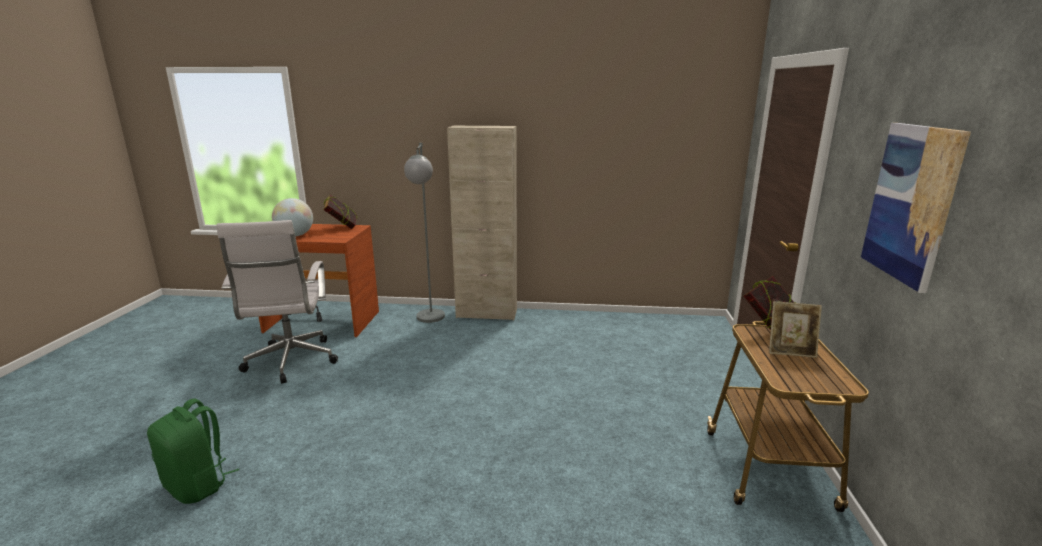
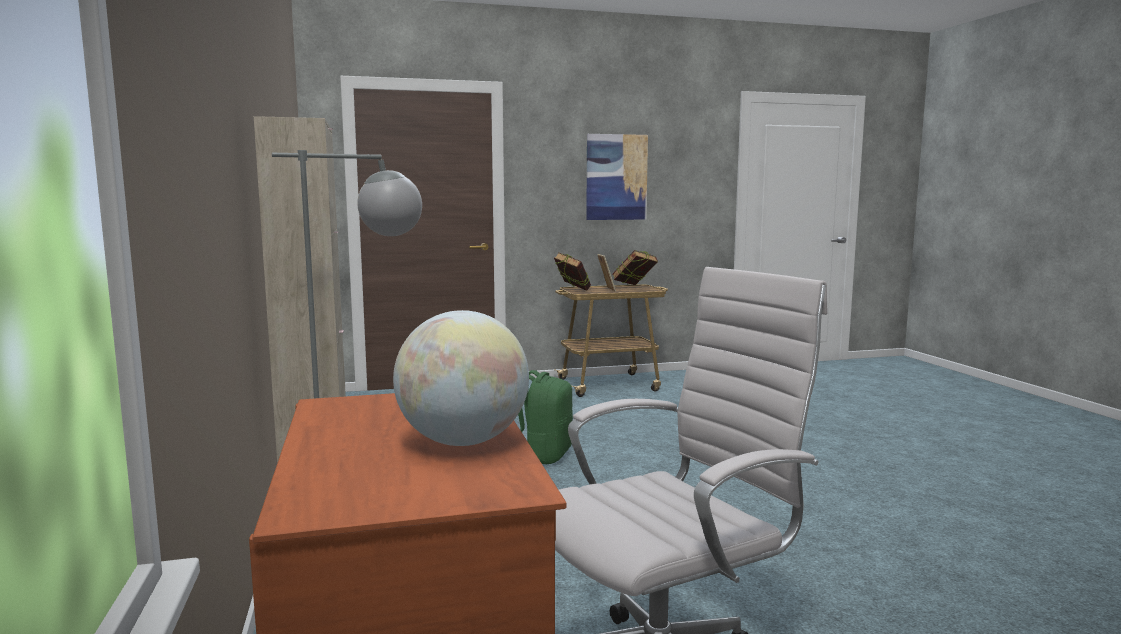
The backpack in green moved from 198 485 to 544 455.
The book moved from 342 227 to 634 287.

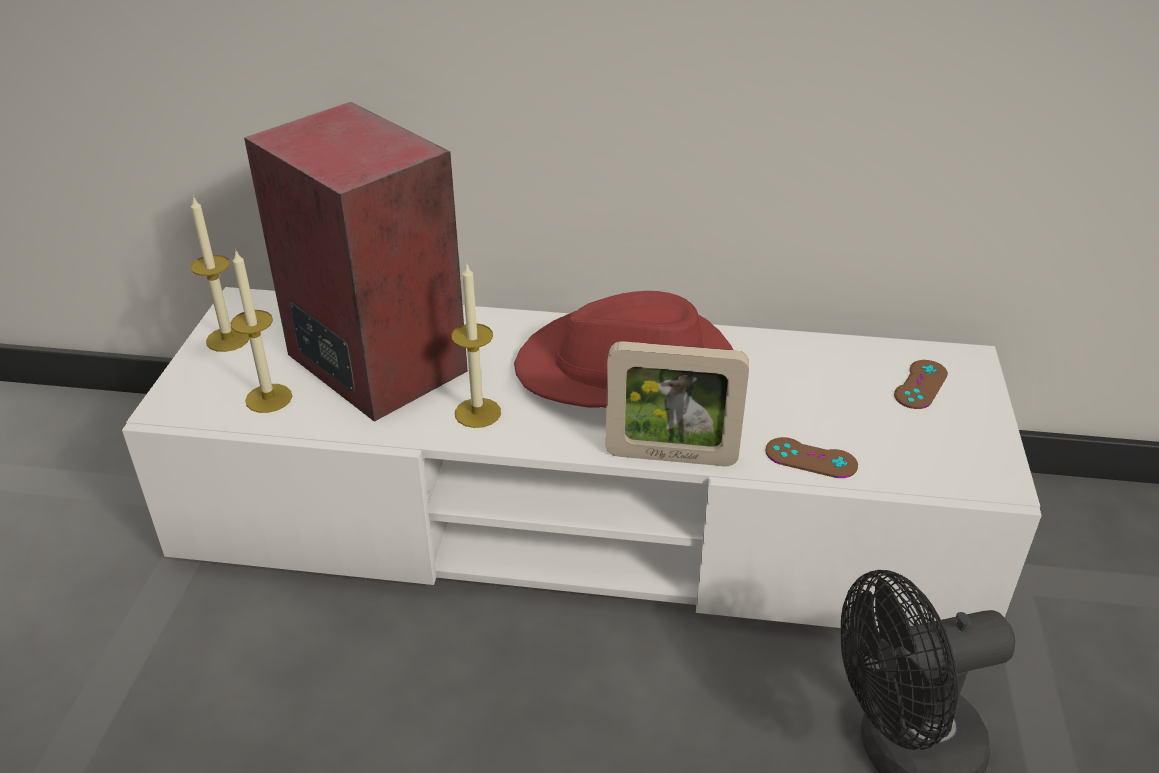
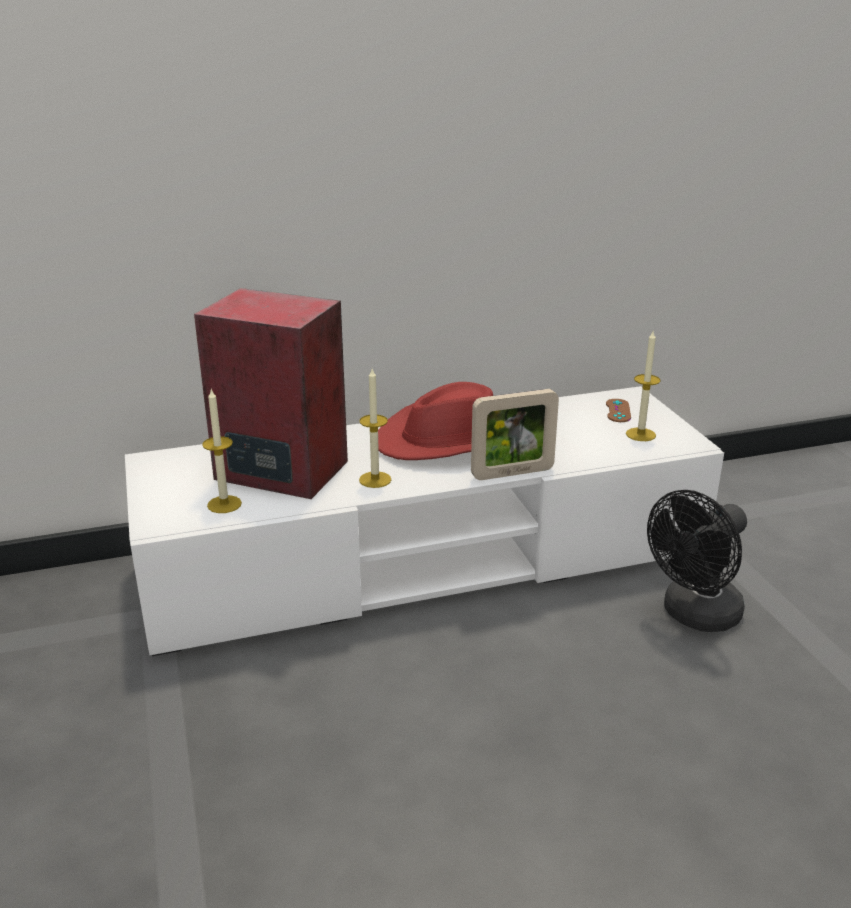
The candle moved from 228 339 to 640 434.
The game controller in brown at 811 458 disappeared.

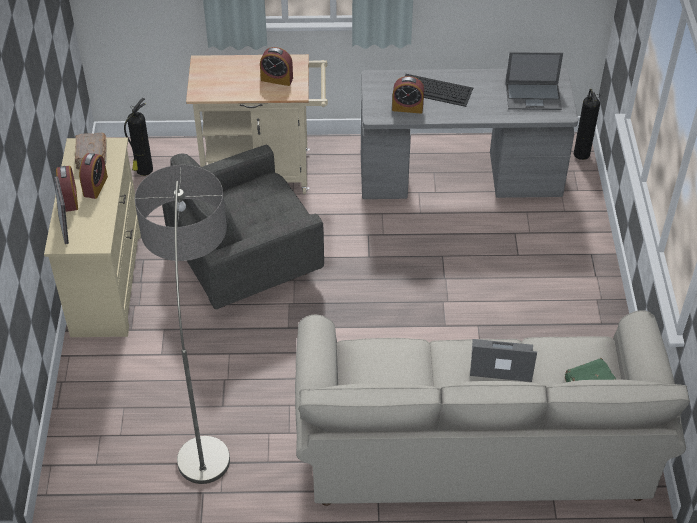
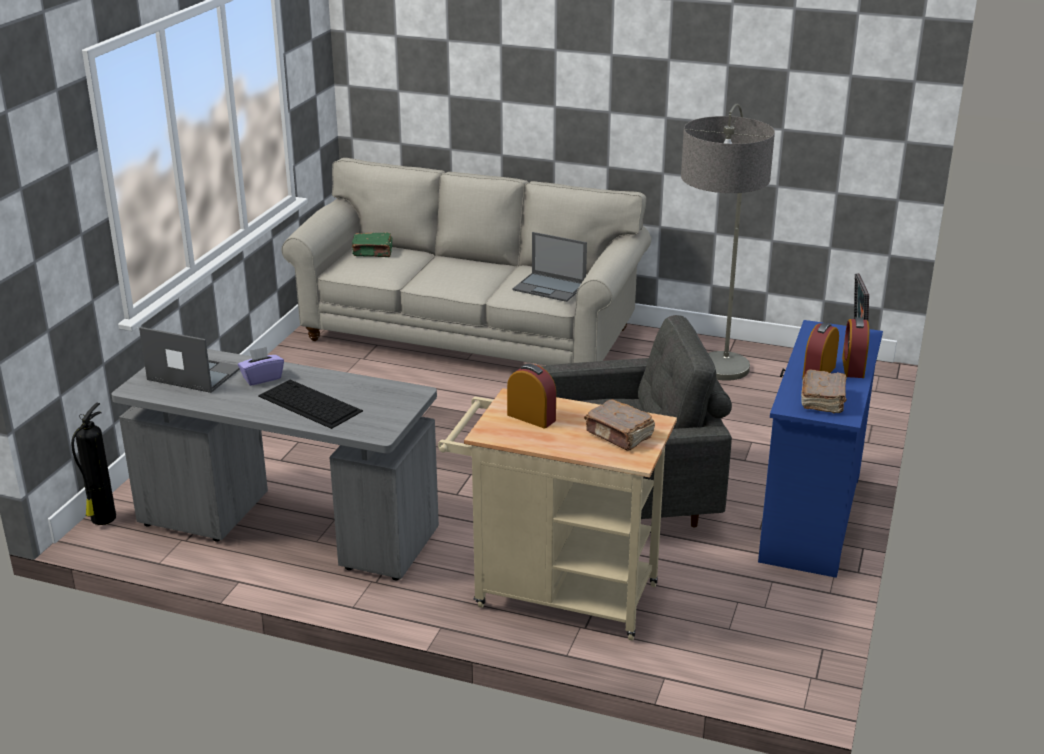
The tissue box in purple at 262 378 appeared.
The laptop moved from 500 361 to 550 287.
The book in brown at 619 435 appeared.
The dresser in beige at 107 280 became the dresser in blue at 810 516.
The fire extinguisher at 143 170 disappeared.
The alarm clock at 407 108 disappeared.

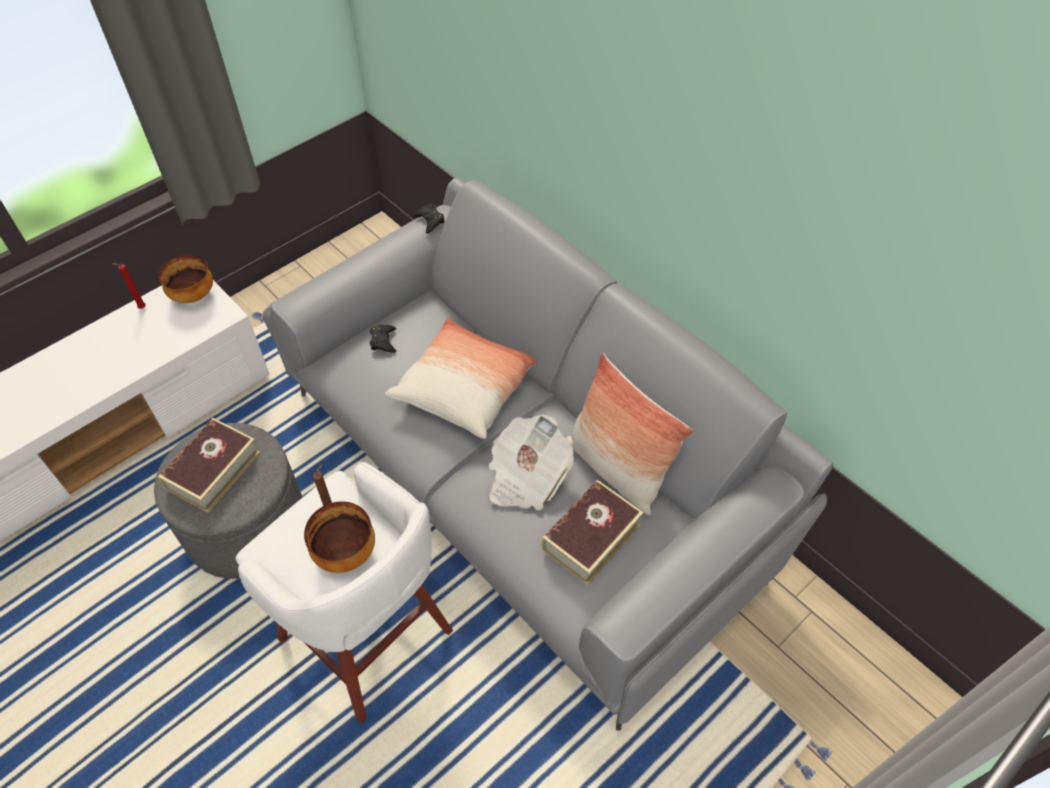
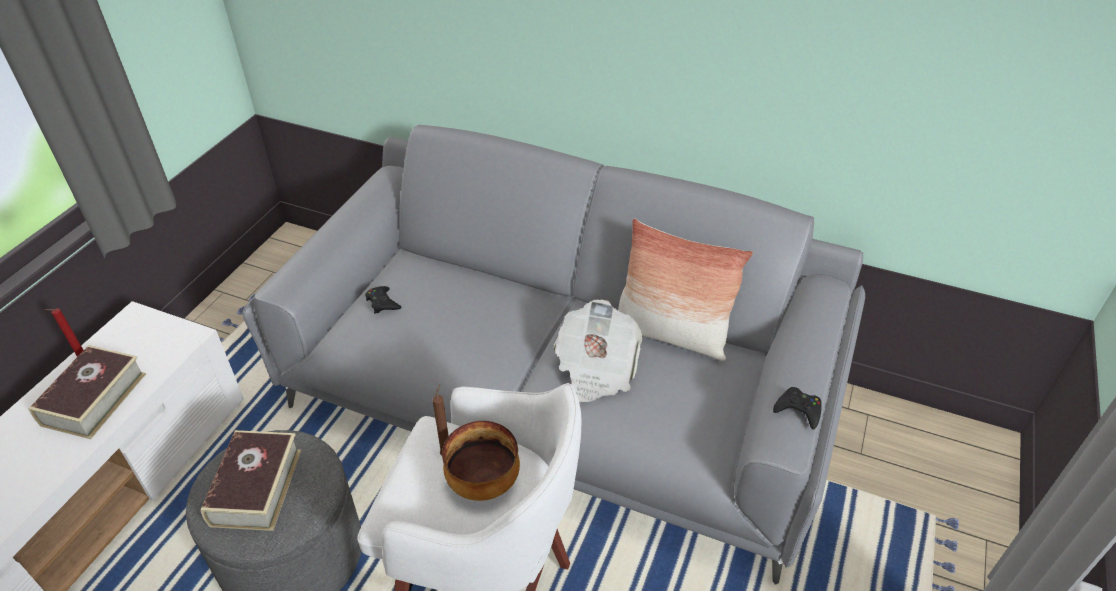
The book moved from 591 537 to 94 399.
The game controller in black moved from 429 221 to 798 410.
The bowl at 194 295 disappeared.
The pillow at 464 389 disappeared.

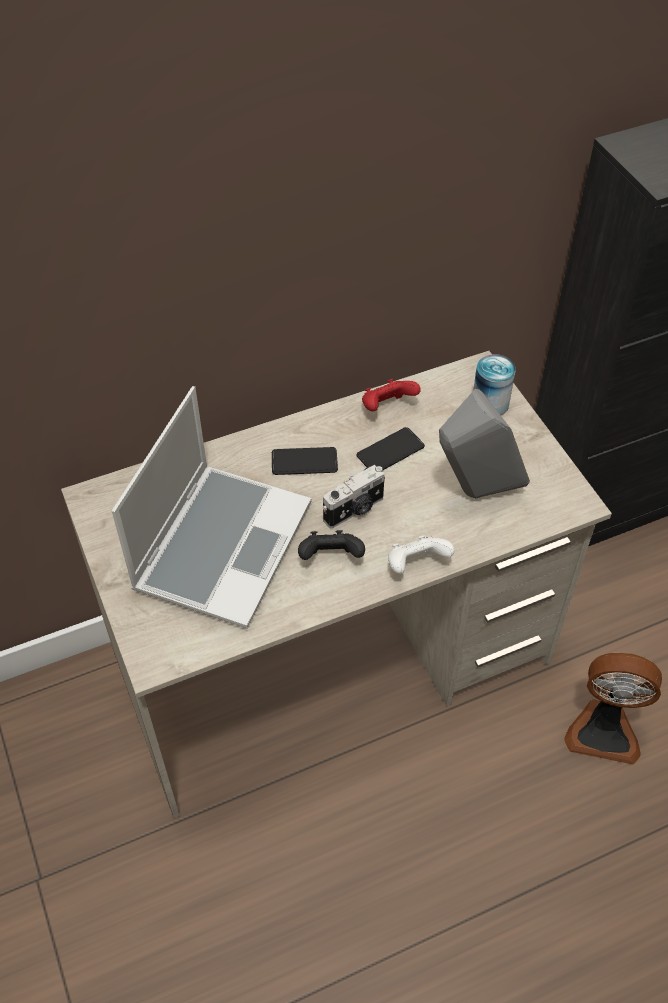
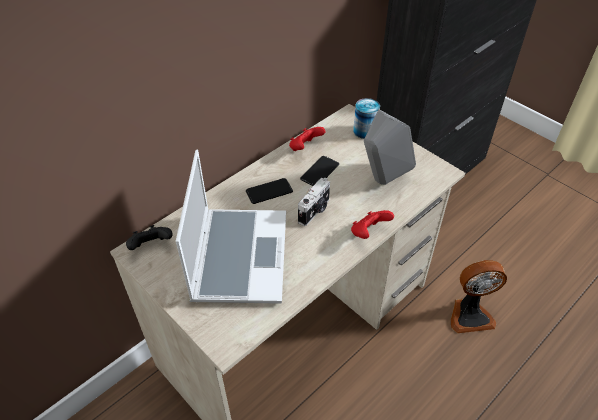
The game controller in black moved from 331 557 to 151 246.
The game controller in white at 416 565 became the game controller in red at 369 233.

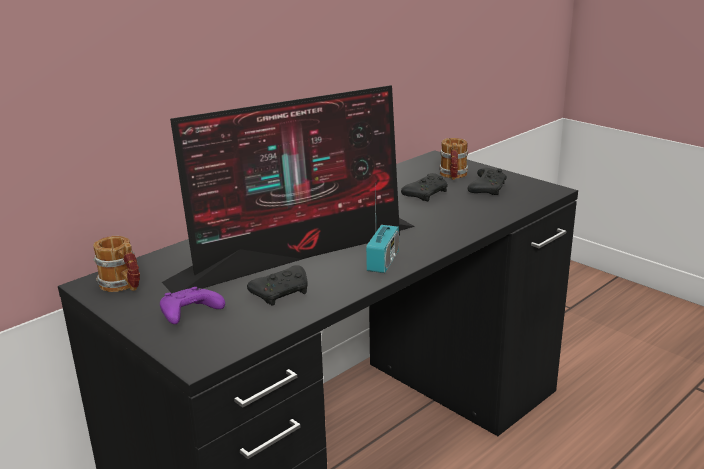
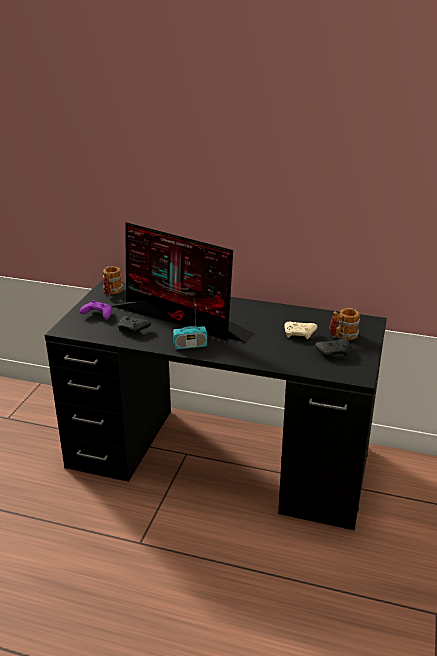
The game controller in black at 426 194 became the game controller in beige at 299 334.

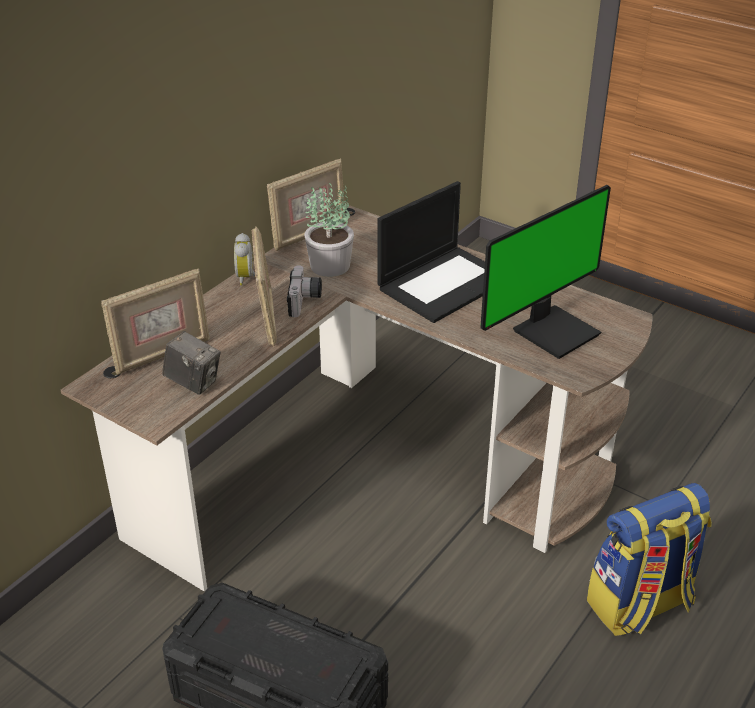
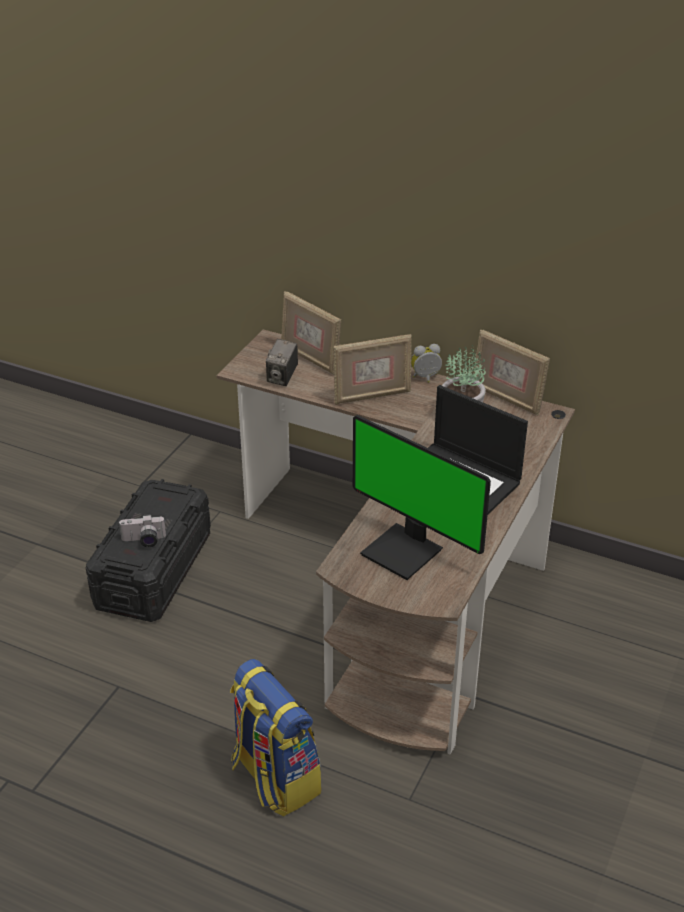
The photo camera moved from 305 302 to 143 541.

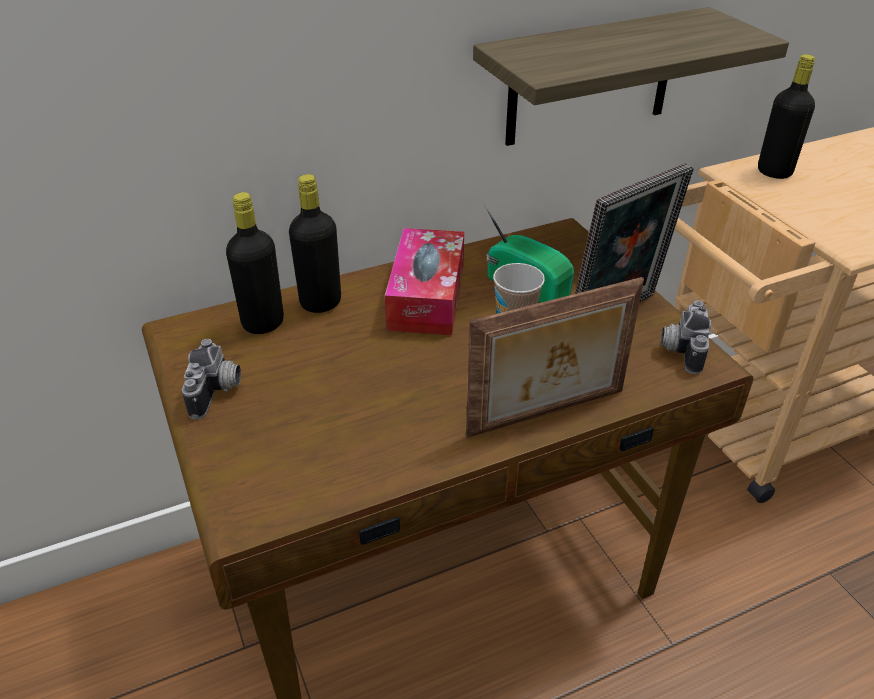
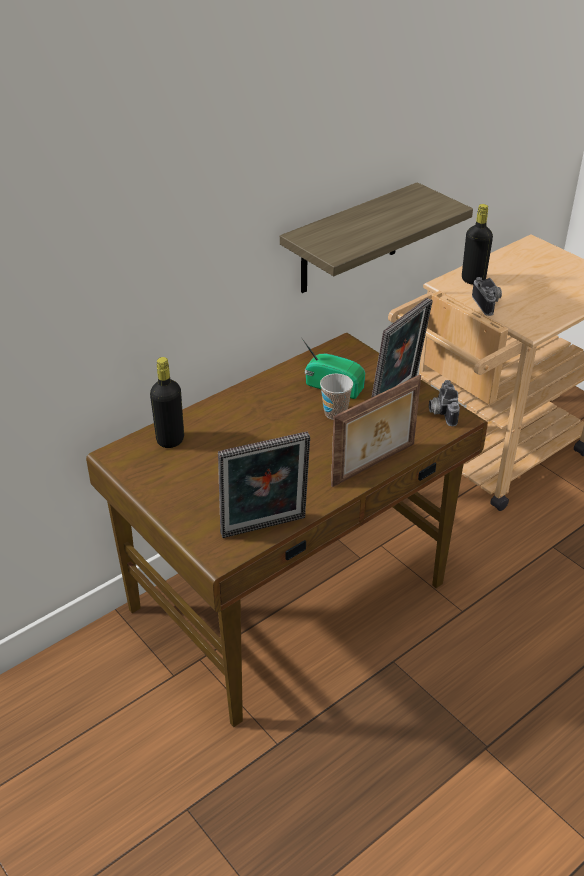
The picture frame at 264 529 appeared.
The photo camera moved from 217 392 to 488 304.
The bottle in black at 320 303 disappeared.
The tissue box at 427 296 disappeared.

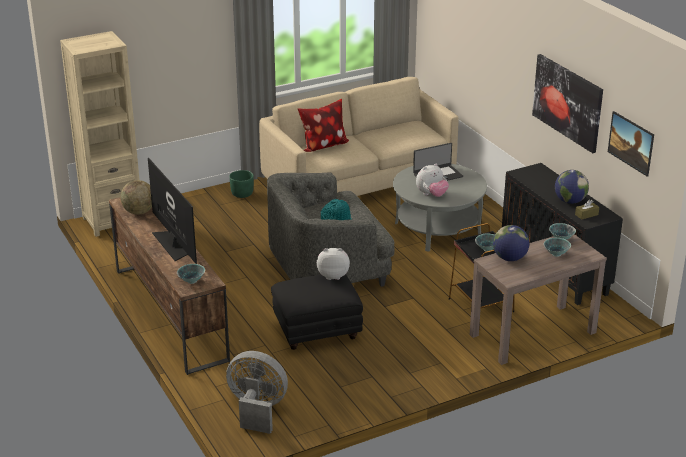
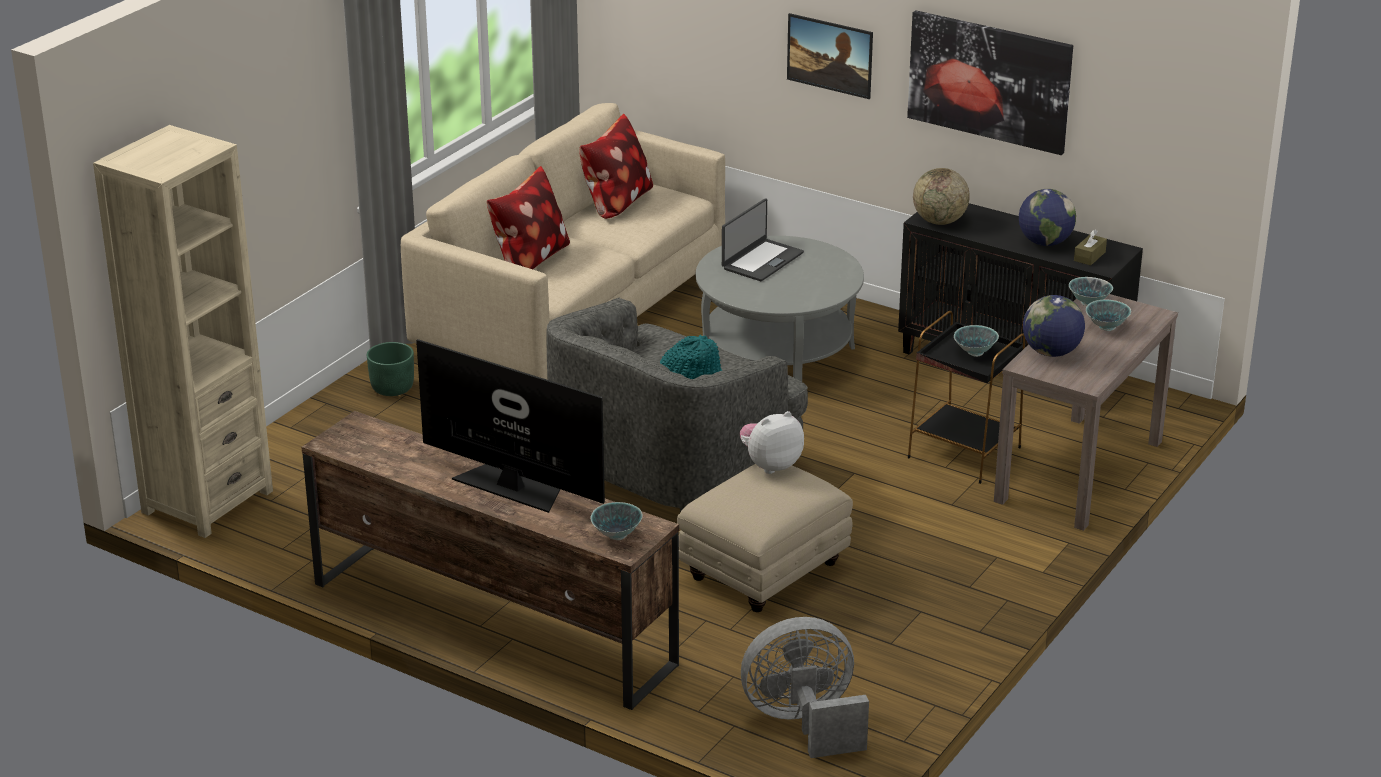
The pillow at 616 203 appeared.
The ottoman in black at 316 331 became the ottoman in beige at 763 573.
The picture moved from 629 153 to 829 72.
The globe moved from 139 212 to 939 221.
The plush toy at 431 195 disappeared.

